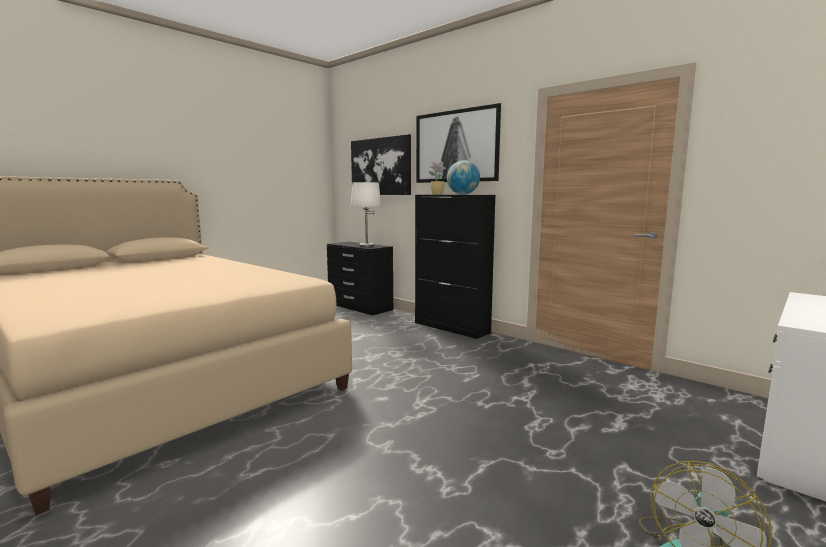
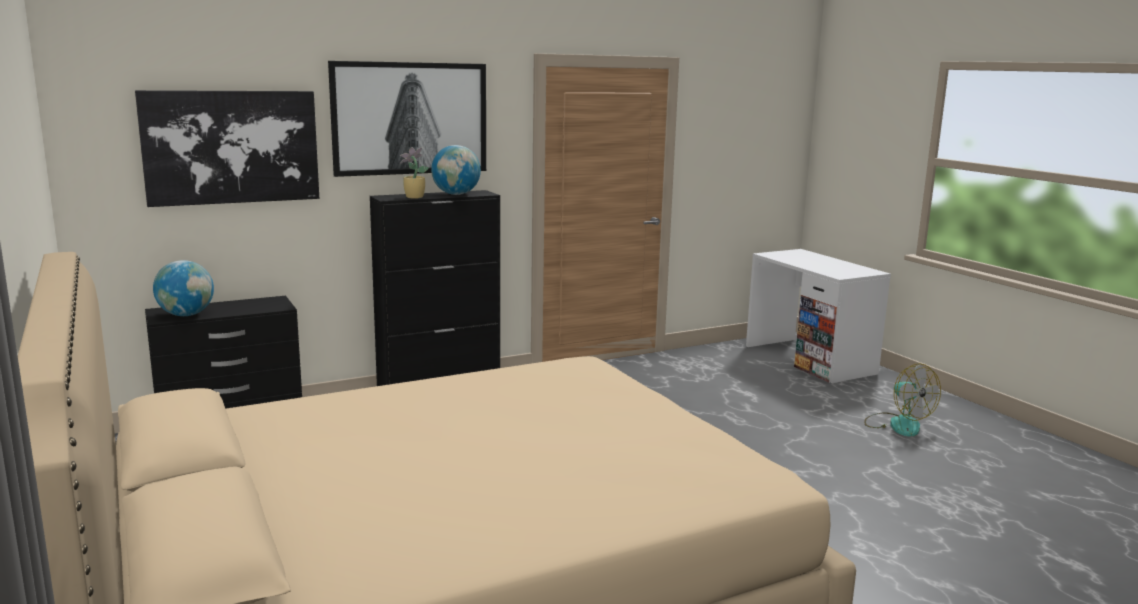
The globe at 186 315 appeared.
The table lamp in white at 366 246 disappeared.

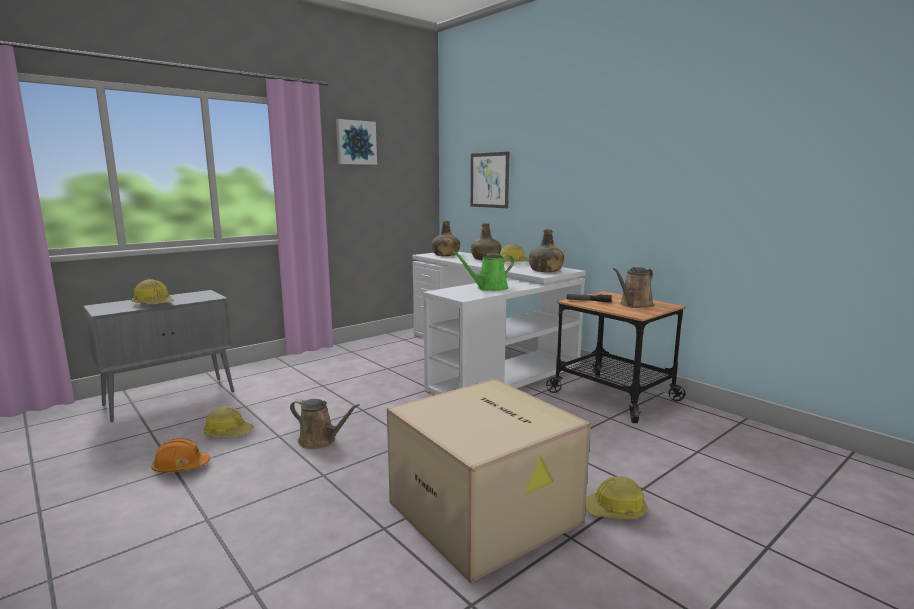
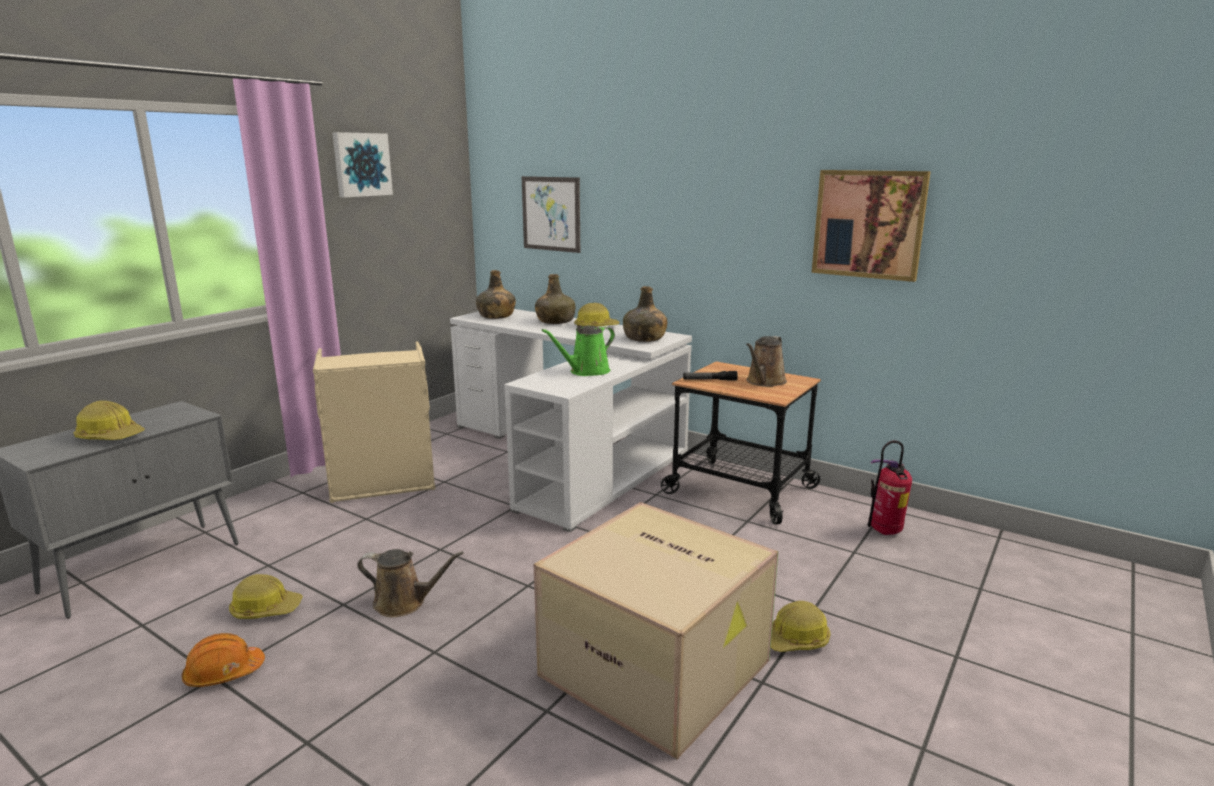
The laundry basket in beige at 382 485 appeared.
The picture at 868 224 appeared.
The fire extinguisher at 884 532 appeared.

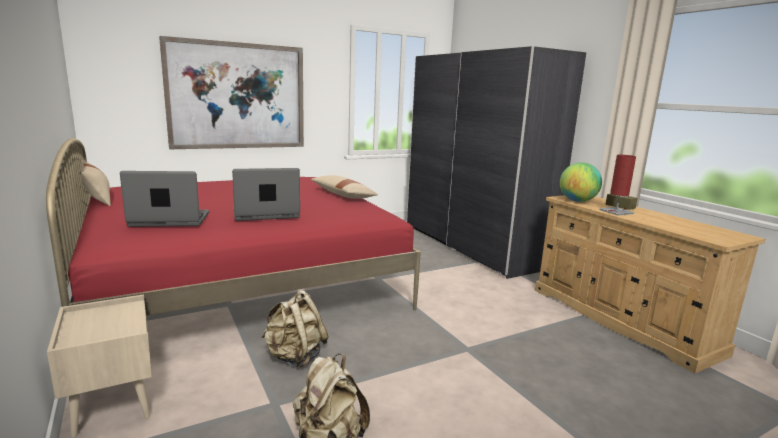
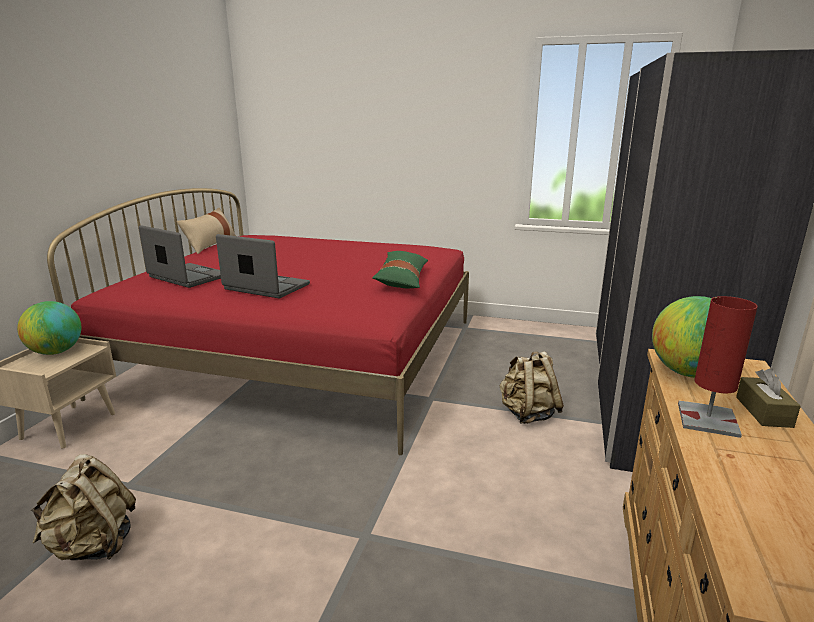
The globe at 56 352 appeared.
The pillow in beige at 343 195 became the pillow in green at 402 279.
The backpack in beige moved from 295 357 to 528 414.
The picture at 237 96 disappeared.

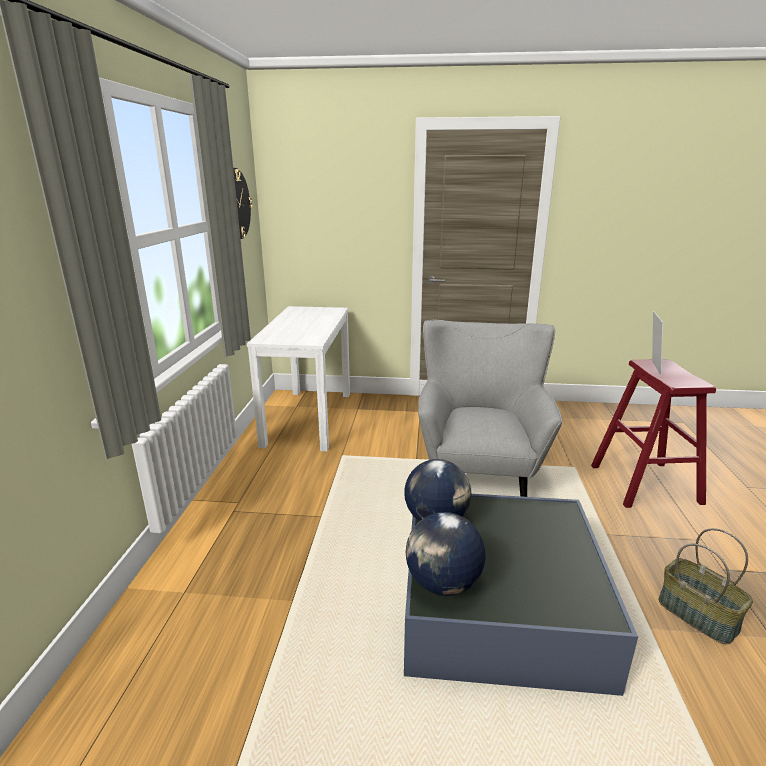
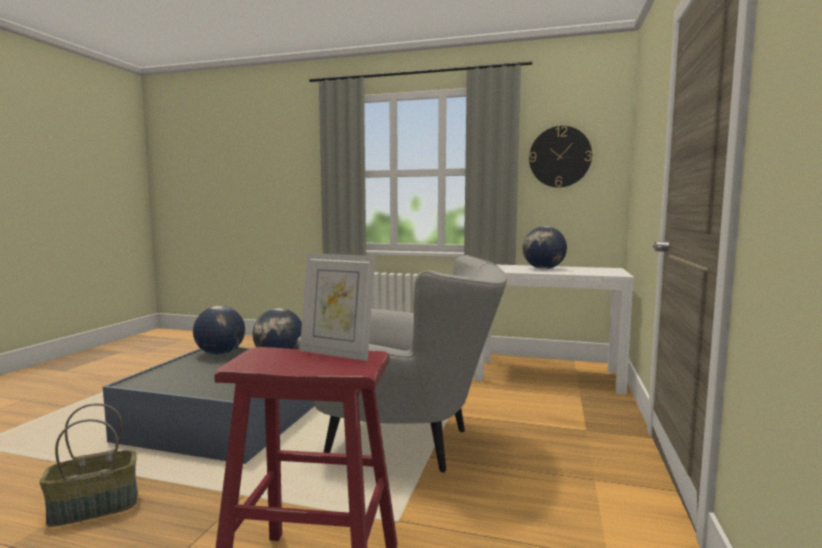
The globe at 543 269 appeared.

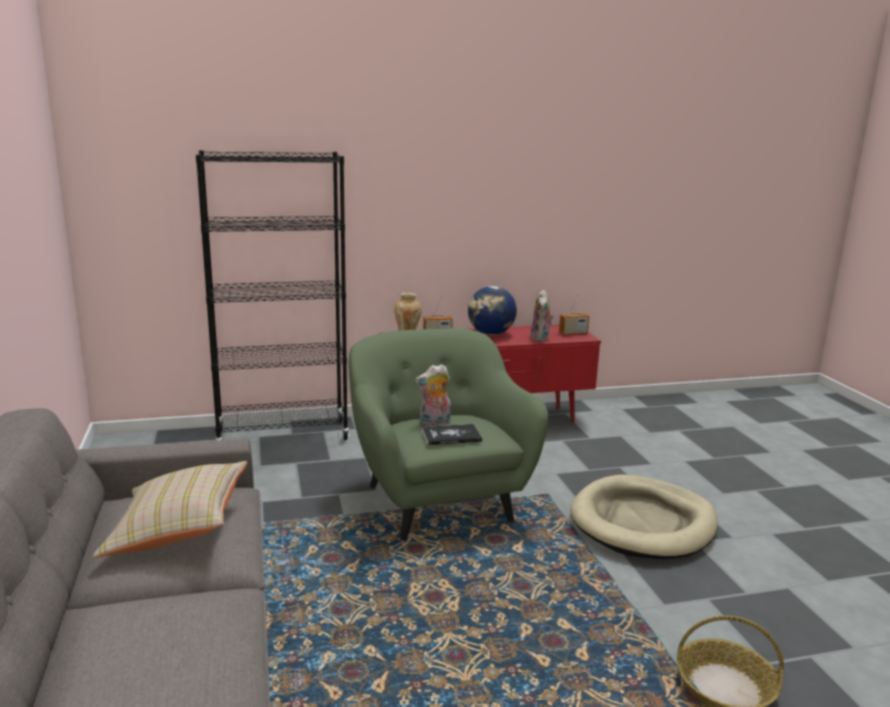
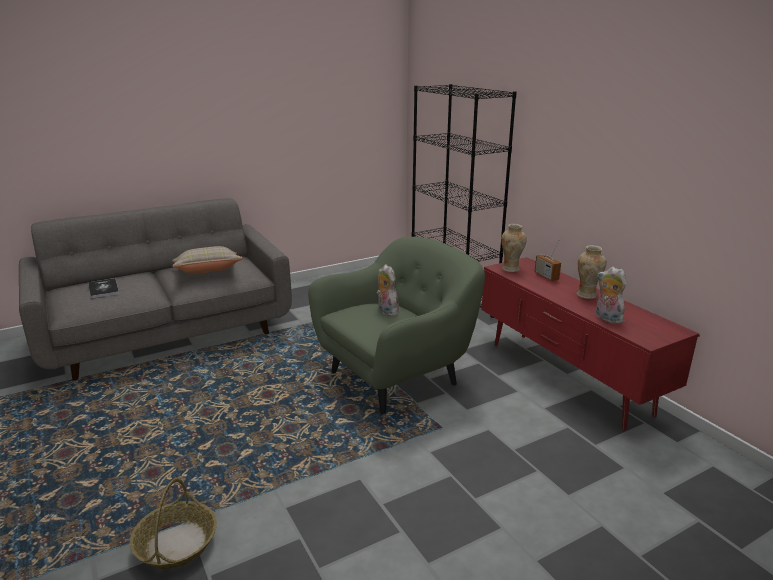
The book moved from 451 436 to 103 289.
The globe at 491 333 was replaced by the vase at 587 295.
The plush toy at 541 338 turned 60 degrees clockwise.
The radio at 573 333 disappeared.
The dog bed in beige at 643 523 disappeared.

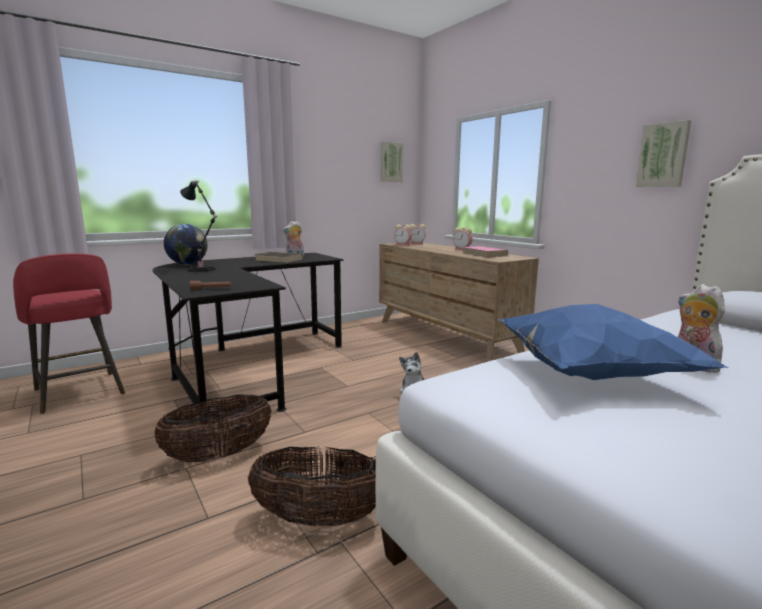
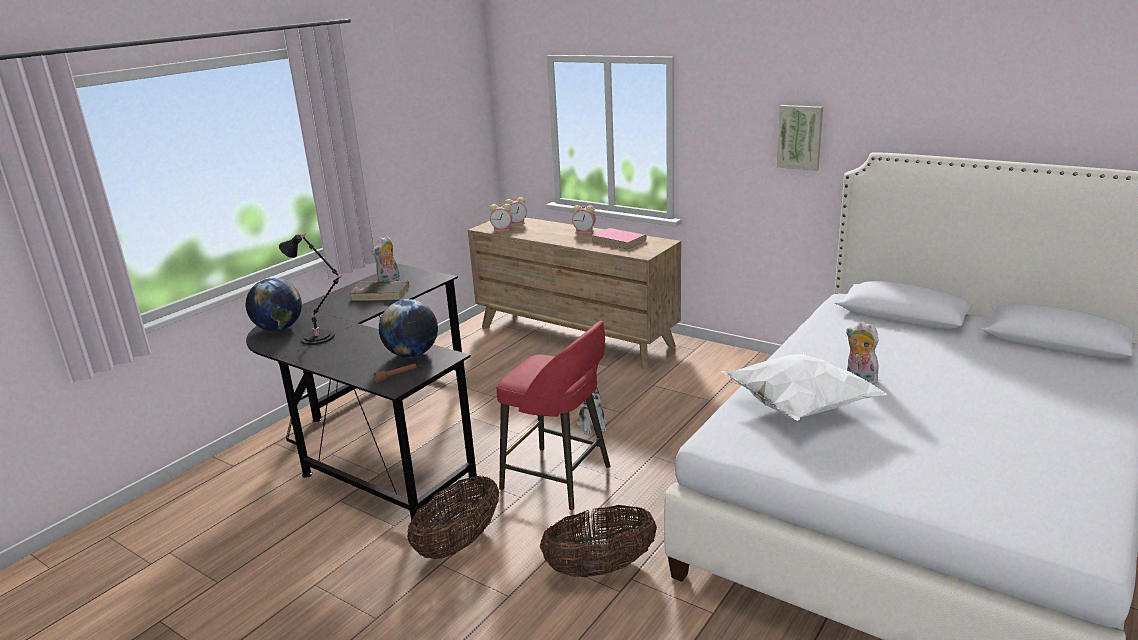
The globe at 412 354 appeared.
The stool in red moved from 80 393 to 559 478.
The pillow in blue at 586 375 became the pillow in white at 797 408.
The picture at 391 162 disappeared.

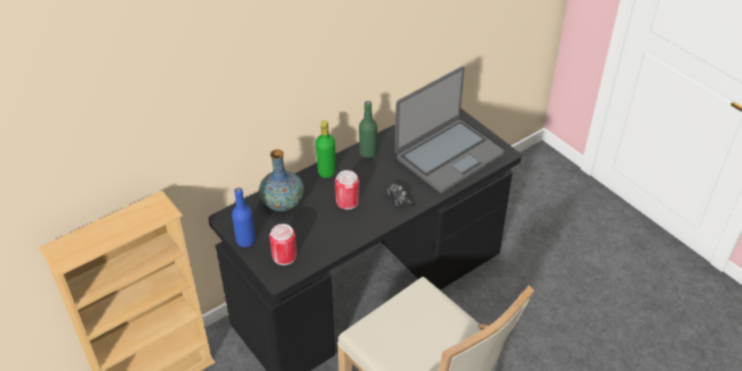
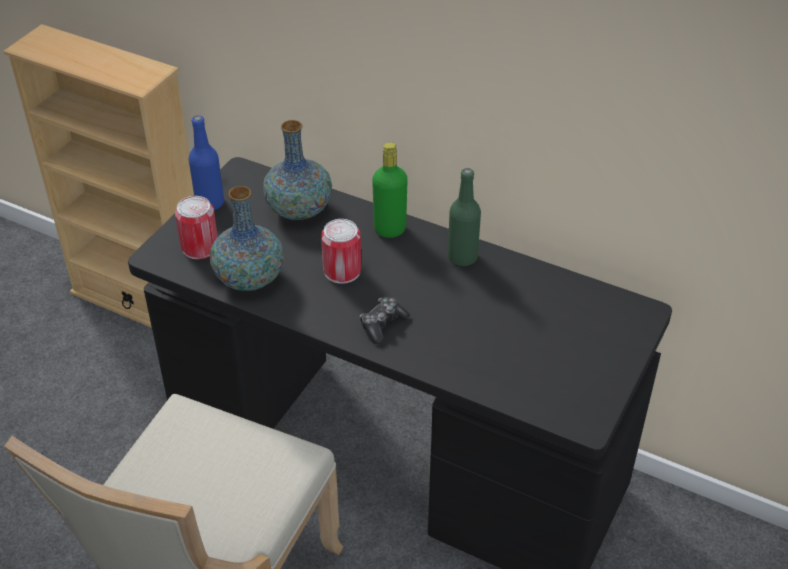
The vase at 249 279 appeared.
The laptop at 448 155 disappeared.

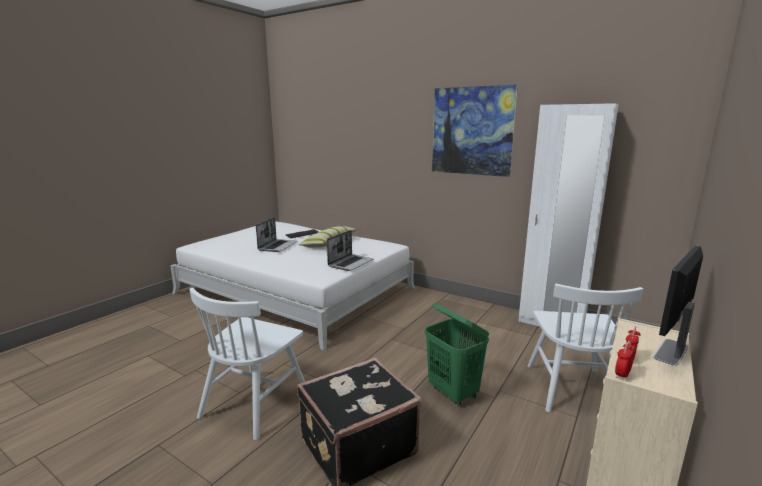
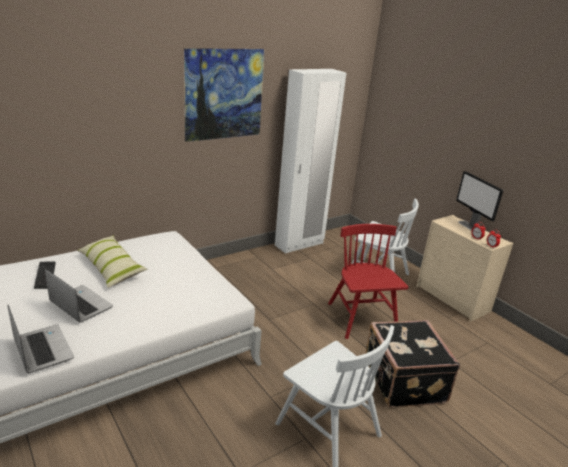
The laptop moved from 350 263 to 42 349.
The laundry basket in green at 453 393 was replaced by the chair in red at 361 319.

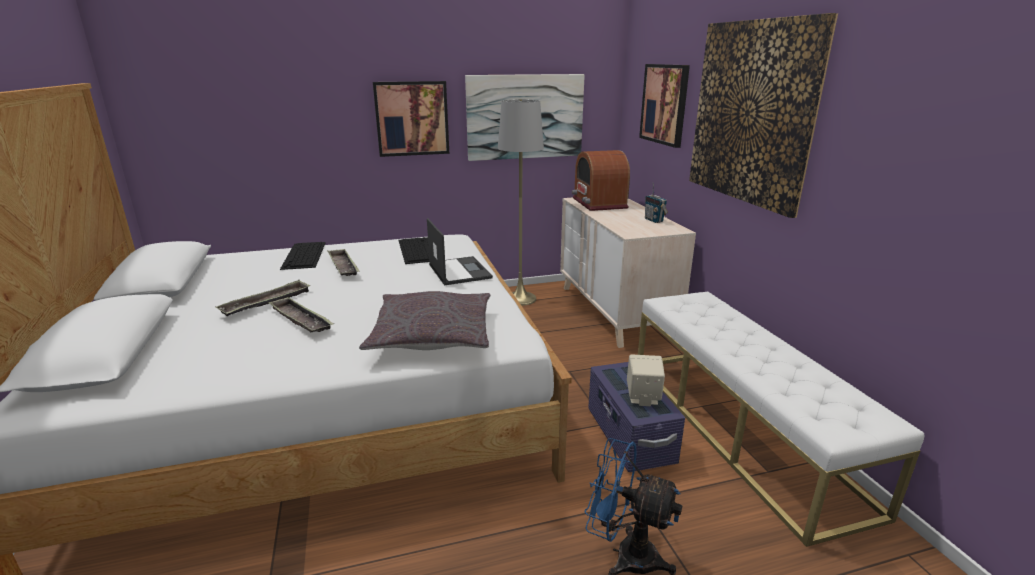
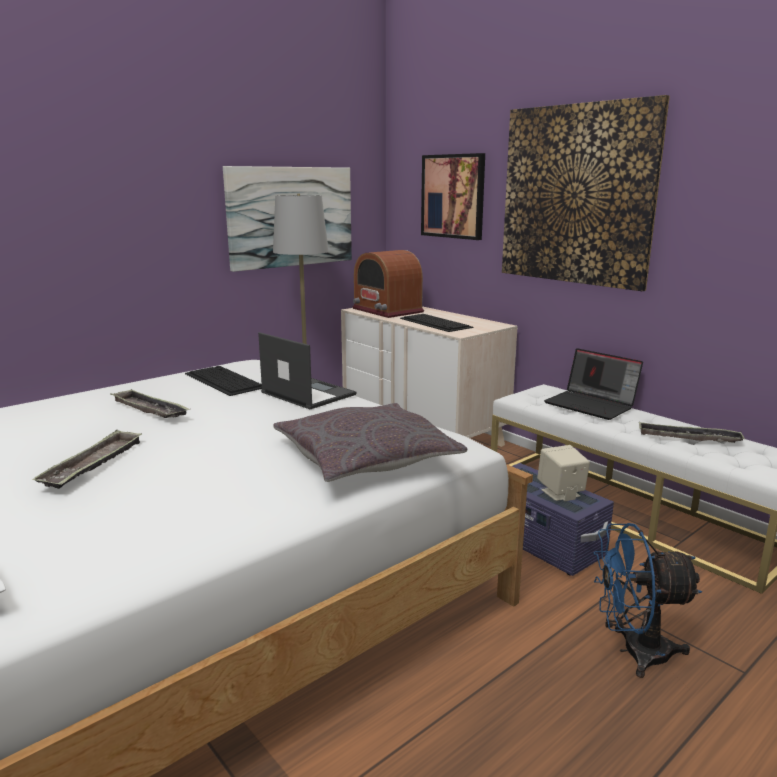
The keyboard moved from 304 255 to 436 323.
The laptop at 591 405 appeared.
The tray moved from 300 320 to 688 437.
The picture at 412 118 disappeared.
The radio at 654 220 disappeared.

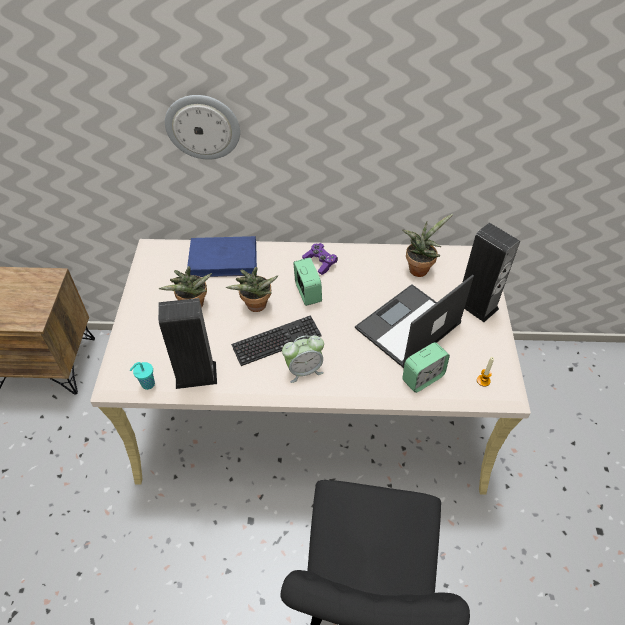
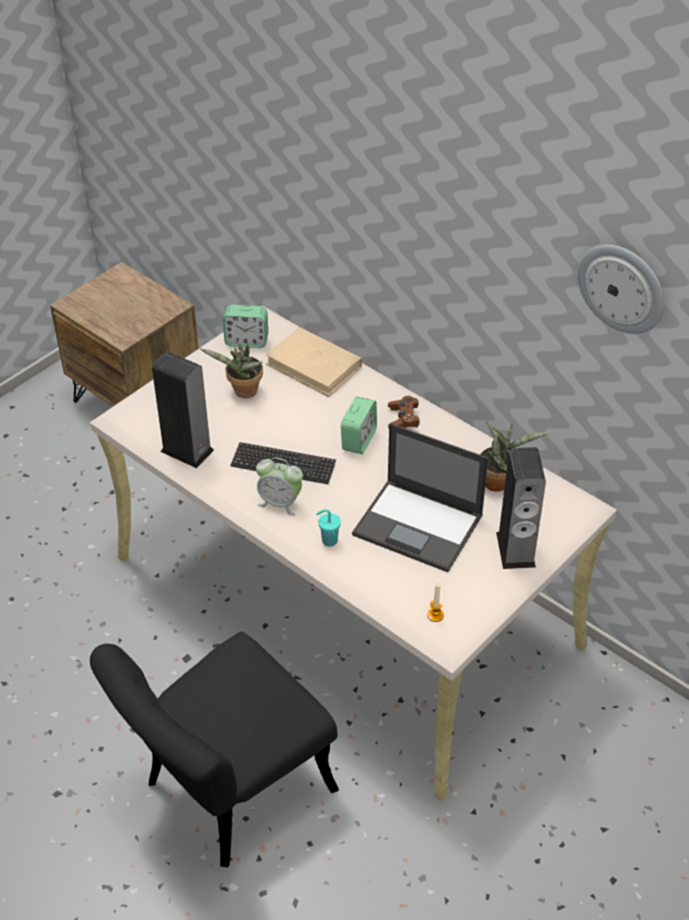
The alarm clock moved from 422 378 to 247 341.
The book in blue at 224 259 became the book in beige at 314 366.
The cup in turquoise moved from 147 384 to 328 540.
The laptop at 407 326 turned 150 degrees counterclockwise.
The game controller in purple at 320 262 became the game controller in brown at 403 419.
The wall clock moved from 203 126 to 622 288.
The potted plant at 256 307 disappeared.

